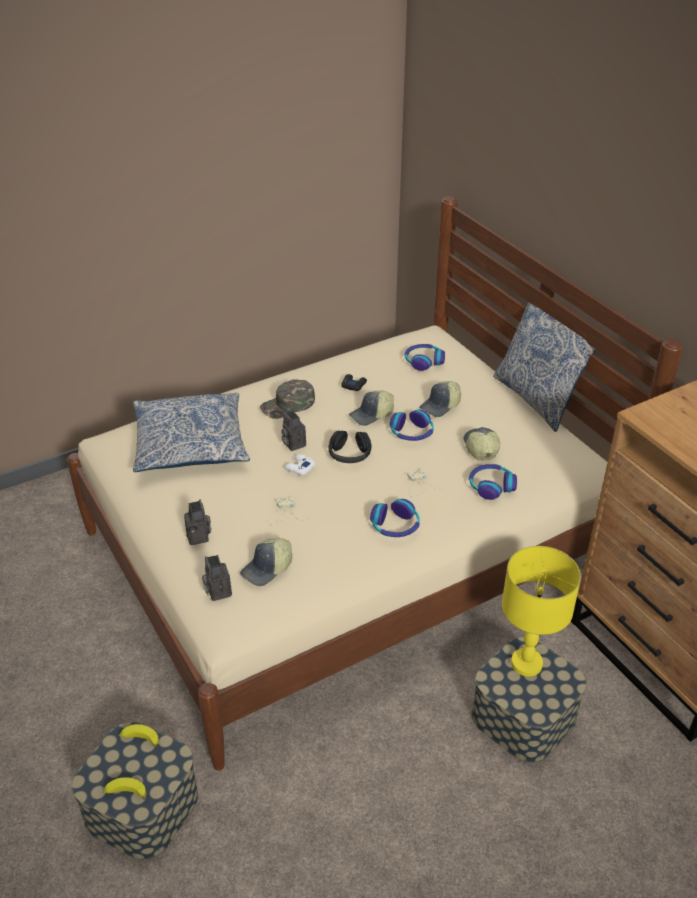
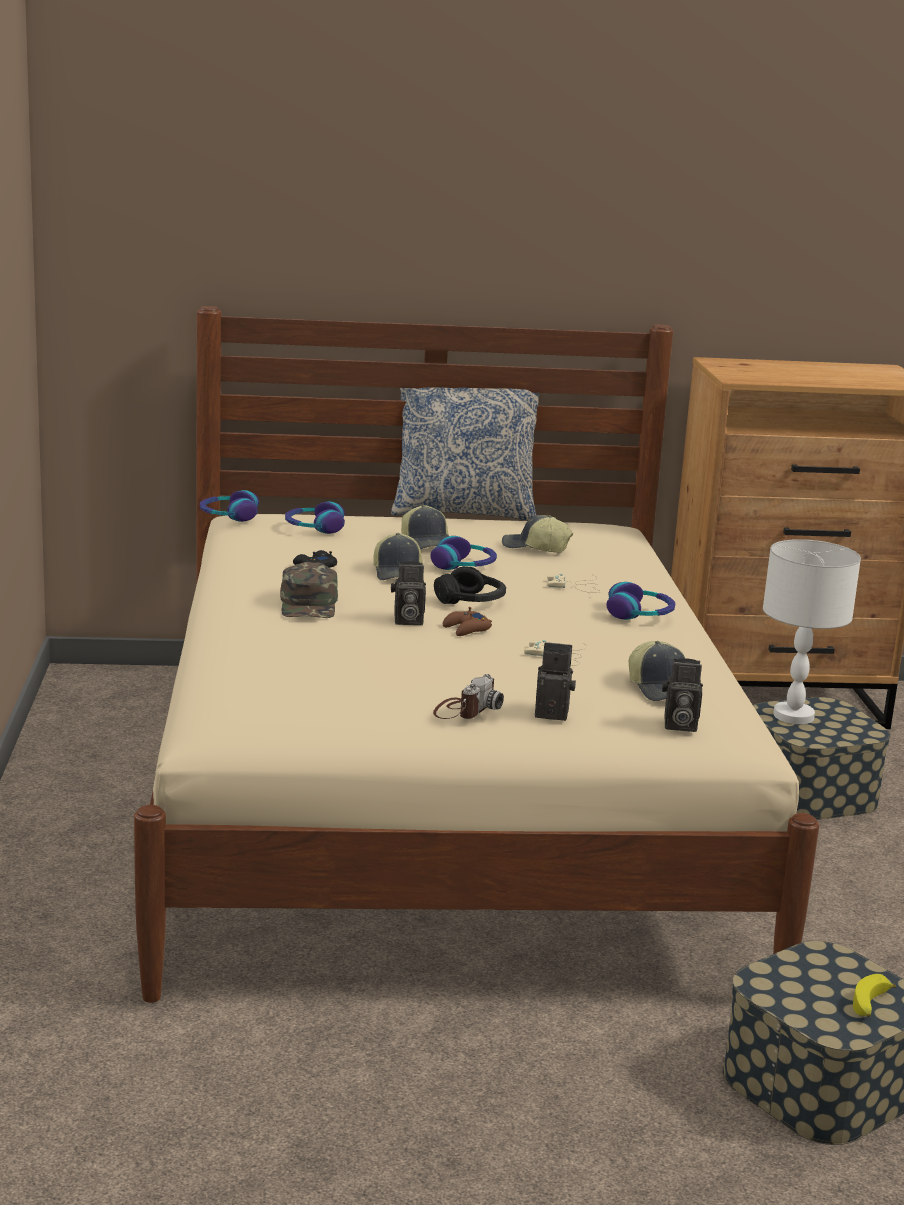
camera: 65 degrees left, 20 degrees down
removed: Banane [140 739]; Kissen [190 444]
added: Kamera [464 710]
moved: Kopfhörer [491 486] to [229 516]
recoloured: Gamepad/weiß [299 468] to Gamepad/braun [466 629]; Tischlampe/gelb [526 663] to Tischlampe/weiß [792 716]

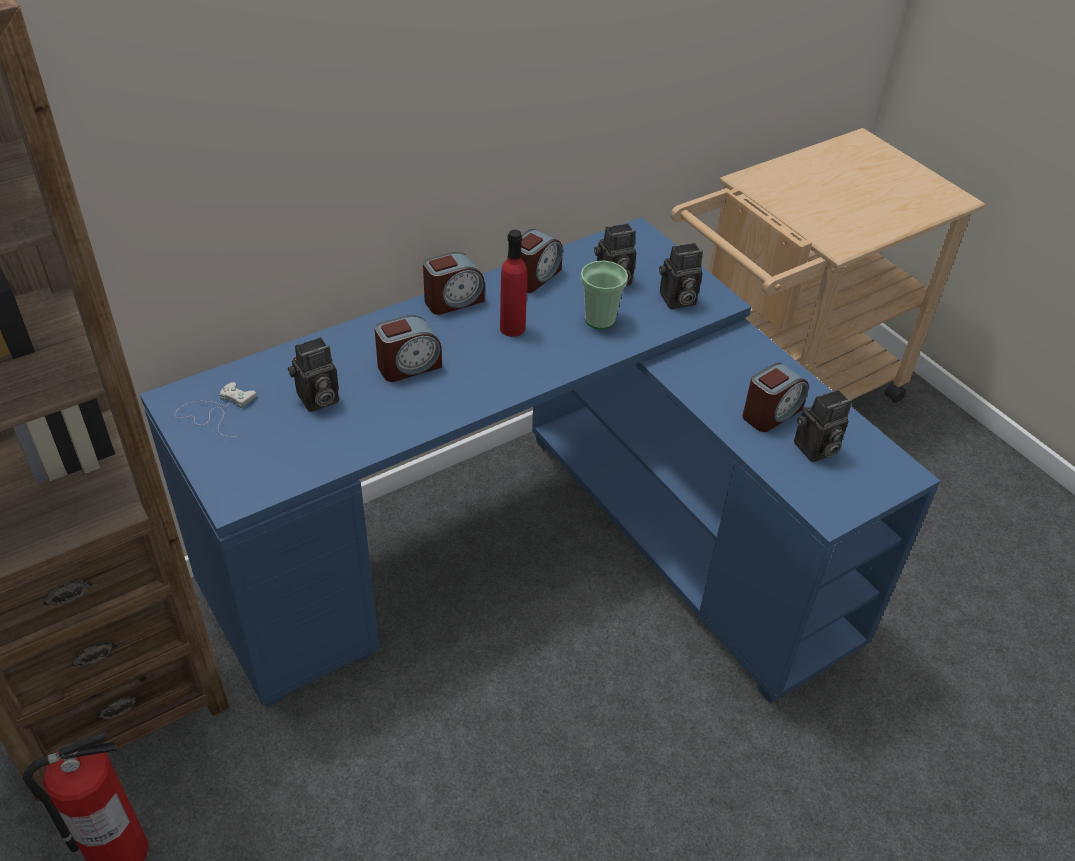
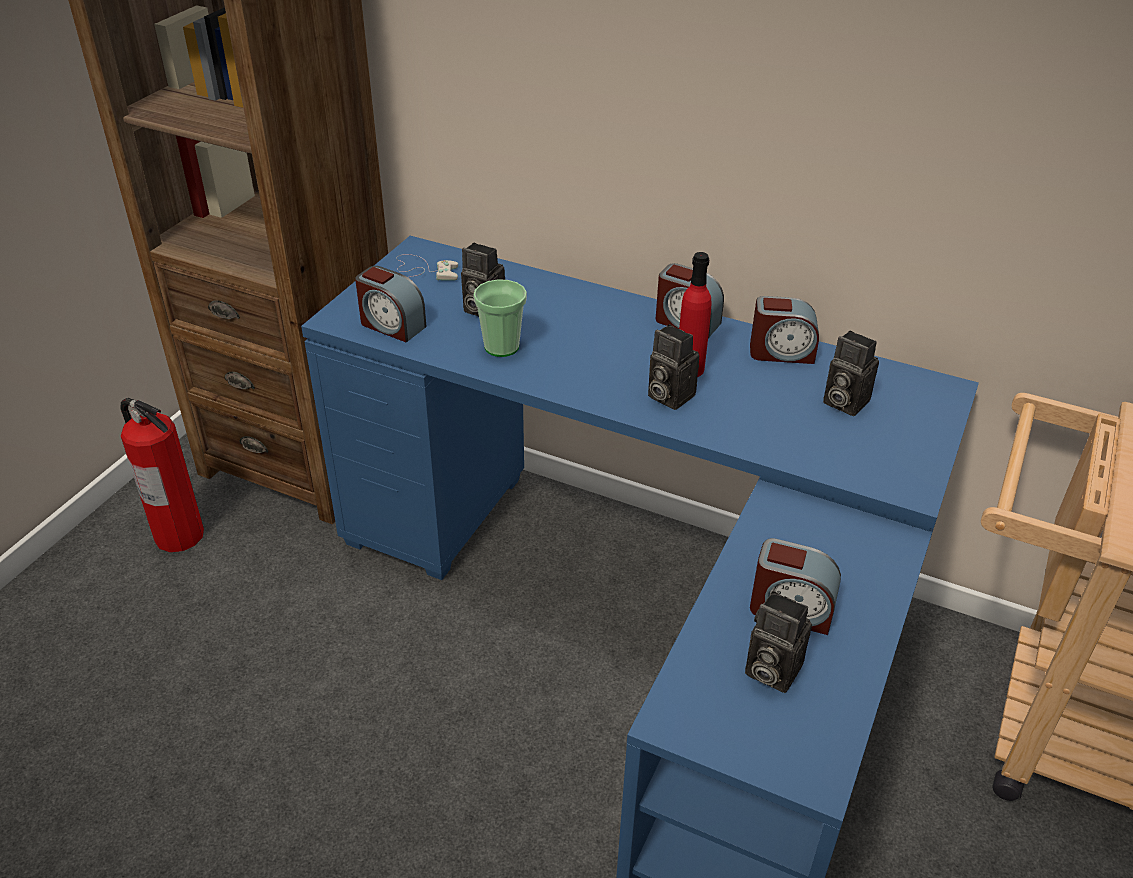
camera: 60 degrees right, 5 degrees down
moved: Wecker [409 366] to [391 325]; Tasse [600 319] to [501 347]; Kamera [676 300] to [667 395]

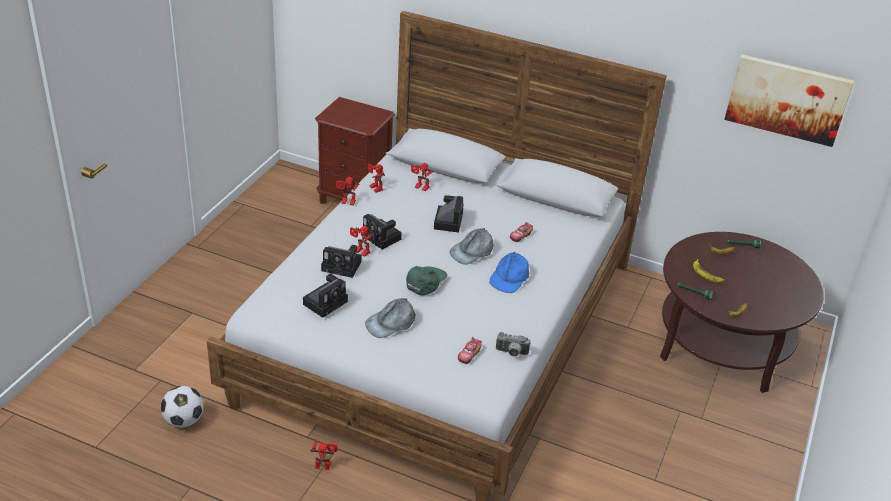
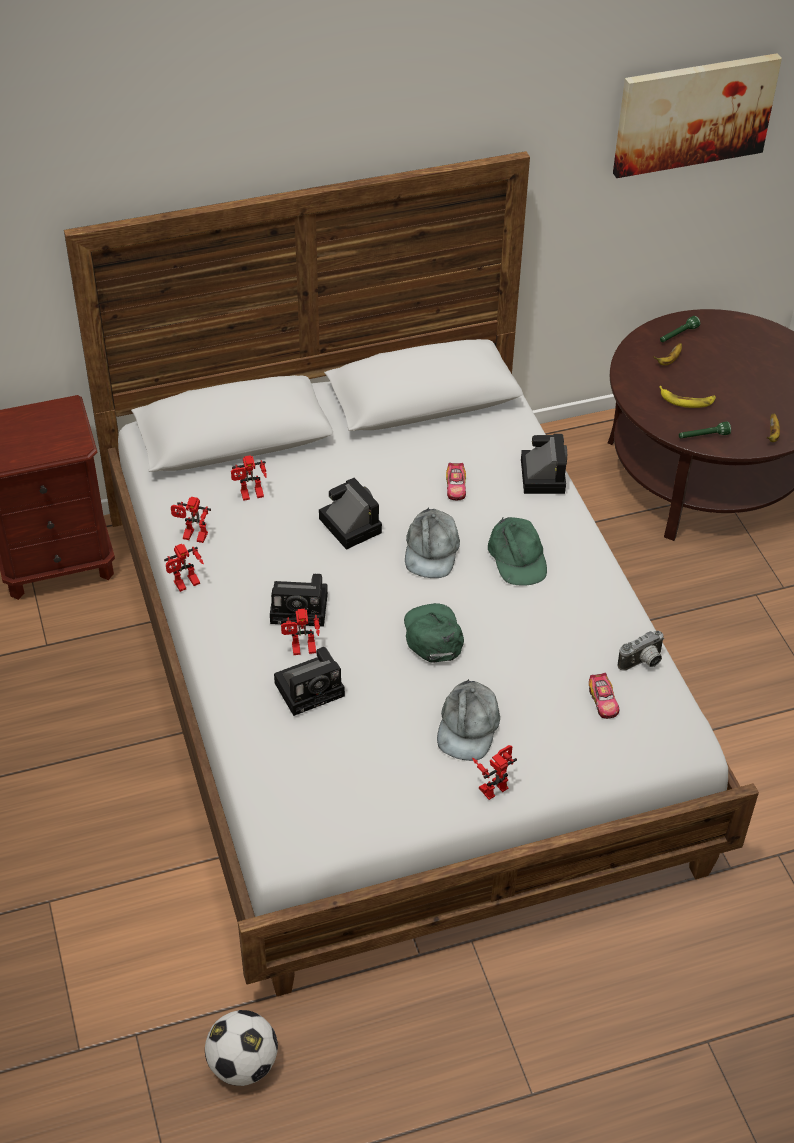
camera: 40 degrees left, 10 degrees up
moved: Kamera [326 302] to [541 474]; Spielzeugroboter [324 463] to [493 785]
recoloured: Kappe/blau [509 277] to Kappe/grün [517 558]

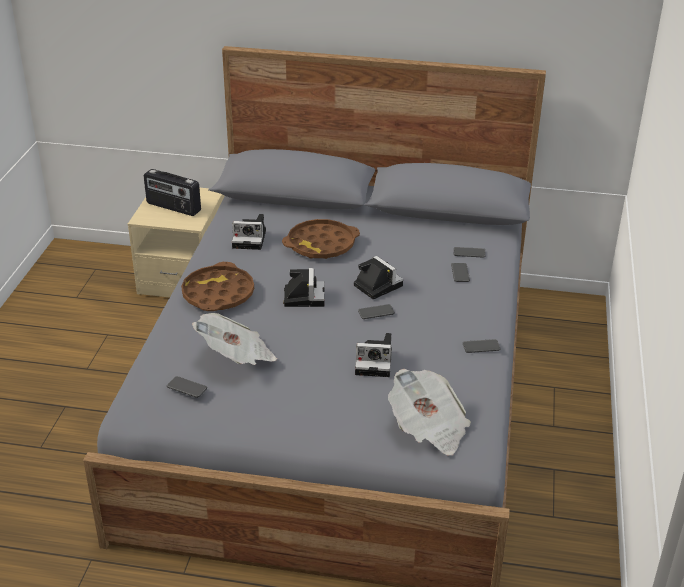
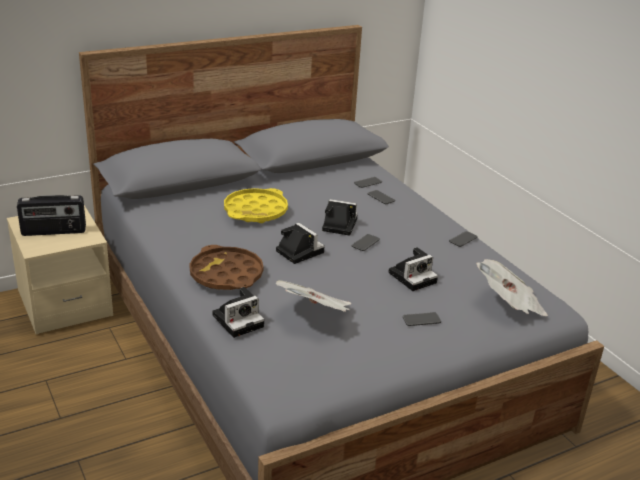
camera: 40 degrees left, 5 degrees down
moved: Handy [187 387] to [421 320]; Kamera [251 239] to [239 320]
recoloured: Tablett/braun [321 245] to Tablett/gelb [255 211]

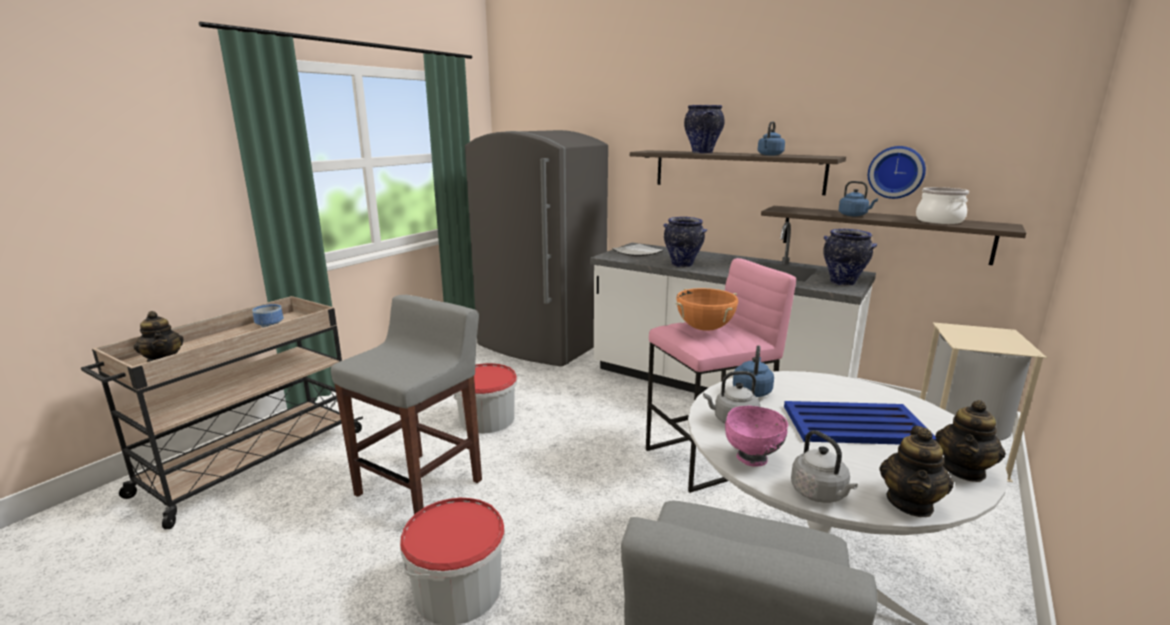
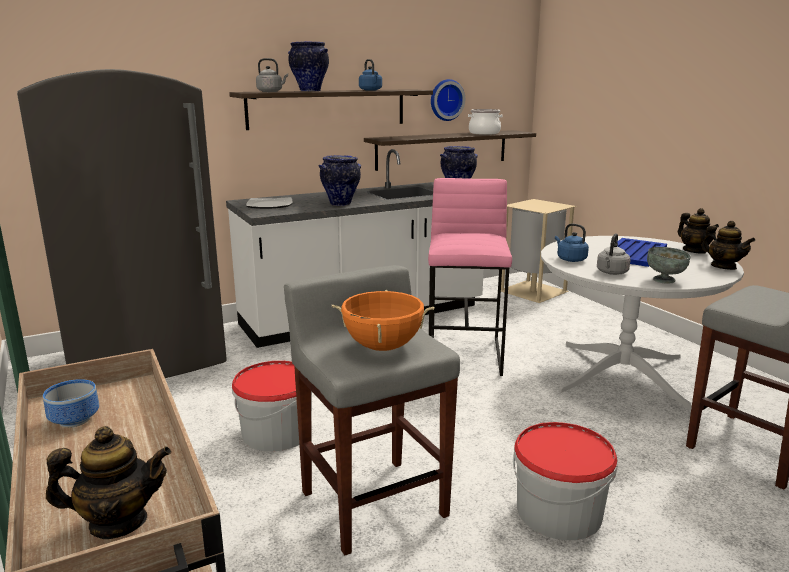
camera: 60 degrees left, 0 degrees up
removed: Wasserkessel/blau [854 215]
moved: Kochtopf/orange [704 328] to [383 347]; Wasserkessel/grau [820 494] to [271 91]
recoloured: Schüssel/rosa [752 459] to Schüssel/grau [665 280]

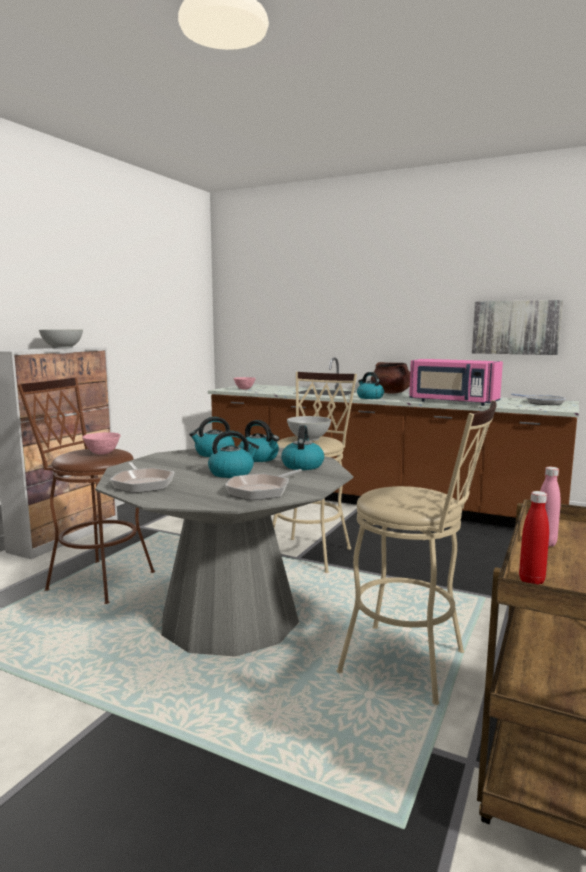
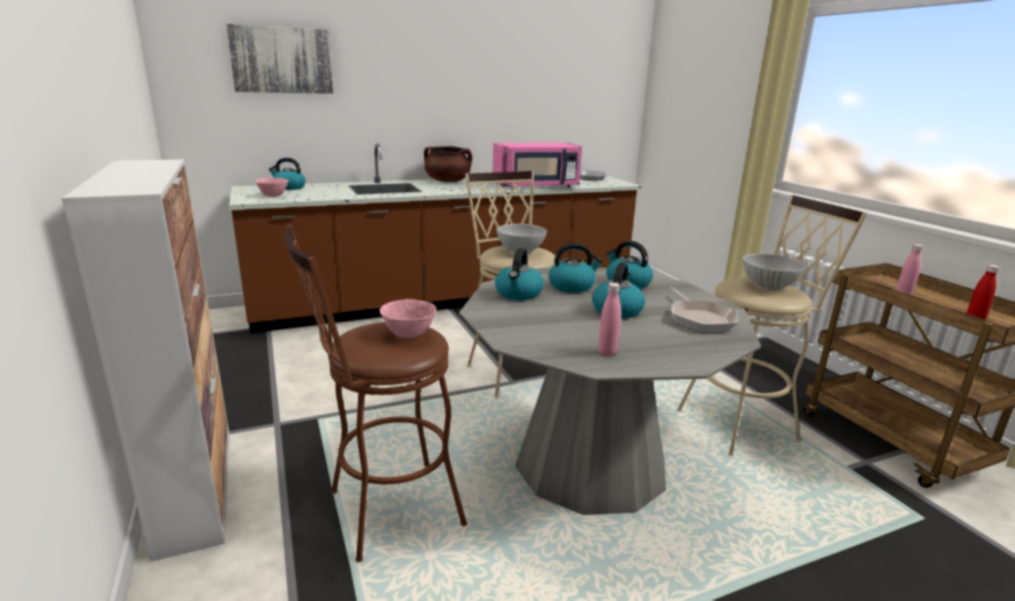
camera: 50 degrees left, 10 degrees up
moved: Schüssel/weiß [62 348] to [768 286]; Wasserkessel [369 397] to [289 187]; Bild [515 327] to [282 60]
replaced: Pfanne [142 483] to Flasche/rosa [607 353]

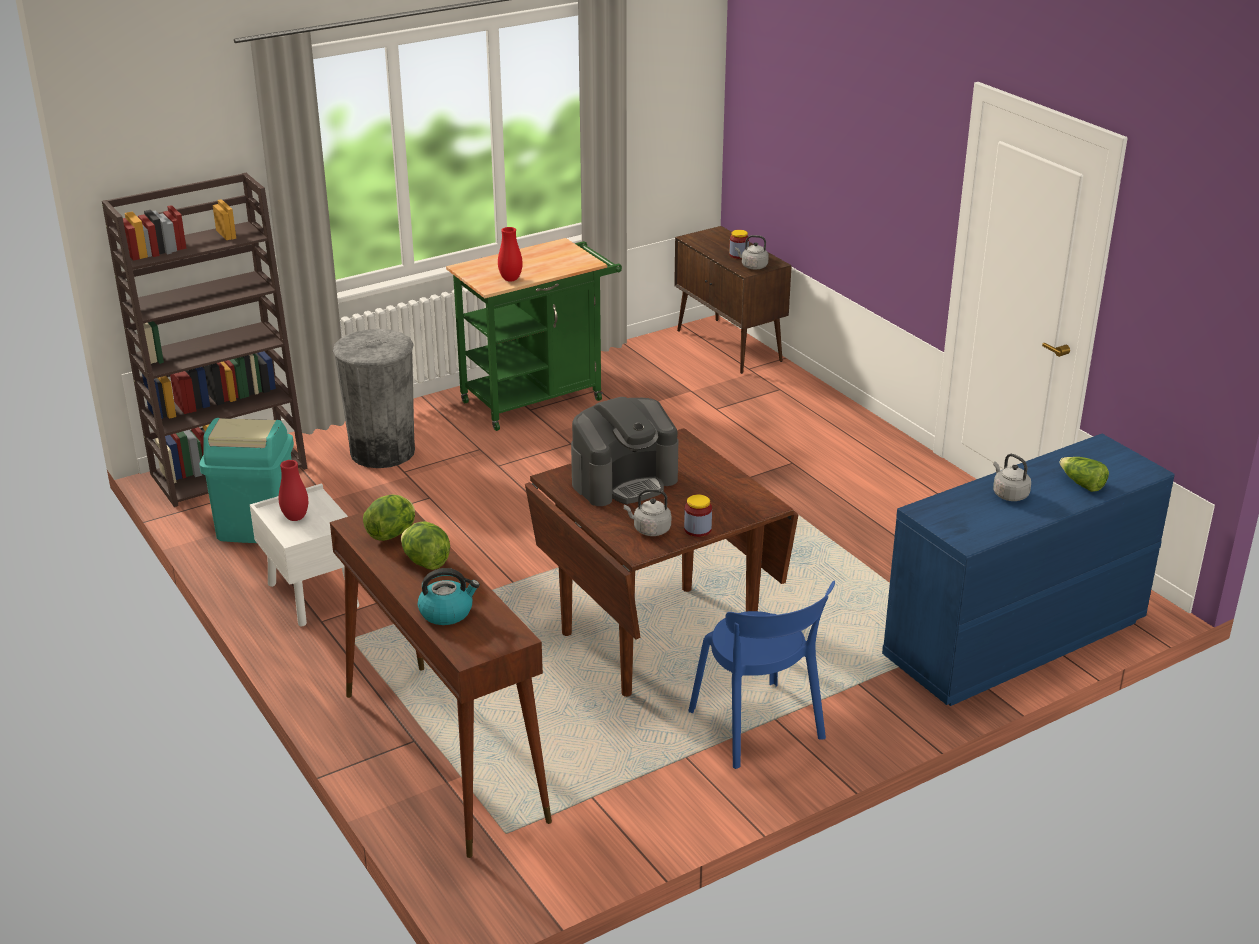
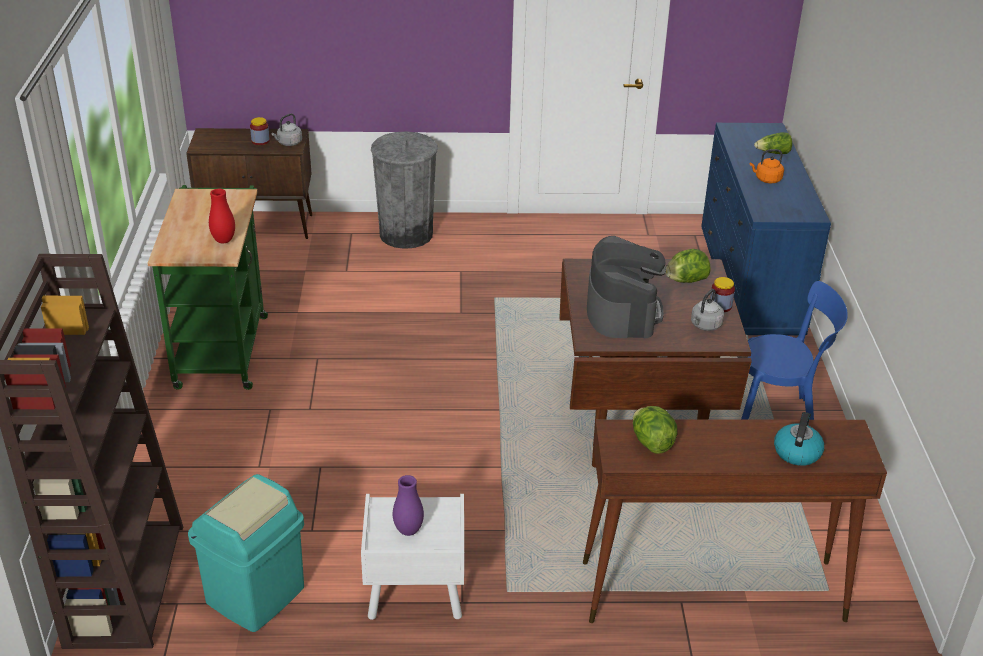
camera: 60 degrees left, 5 degrees up
moved: Mülleimer/grau [382 451] to [406 234]; Salatkopf [425 562] to [686 280]
recoloured: Vase/rot [295 518] to Vase/lila [408 530]; Wasserkessel/grau [1008 494] to Wasserkessel/orange [766 179]

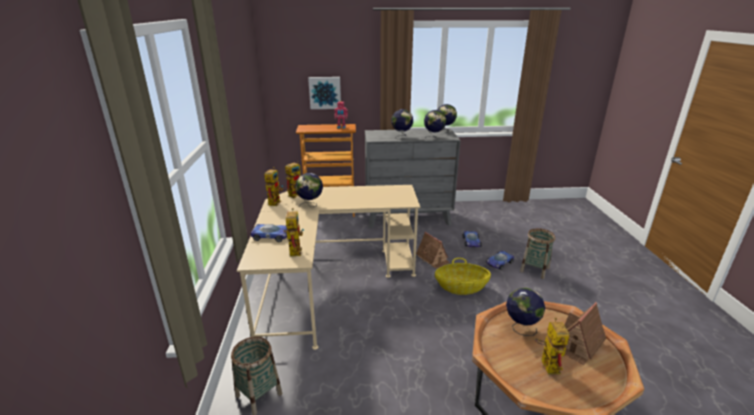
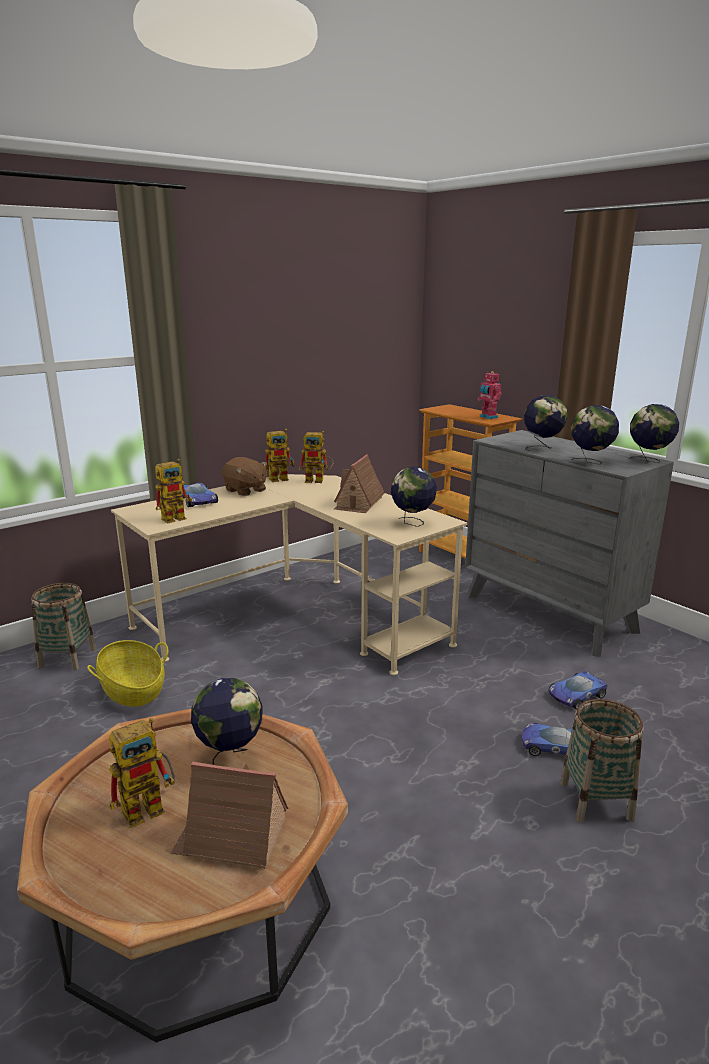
camera: 55 degrees right, 5 degrees down
removed: Bild [325 92]
added: Plüschtier/braun [245 490]
moved: Globus [310 205] to [412 523]; Spielzeughaus [433 258] to [358 503]; Korb [461 287] to [133 690]

